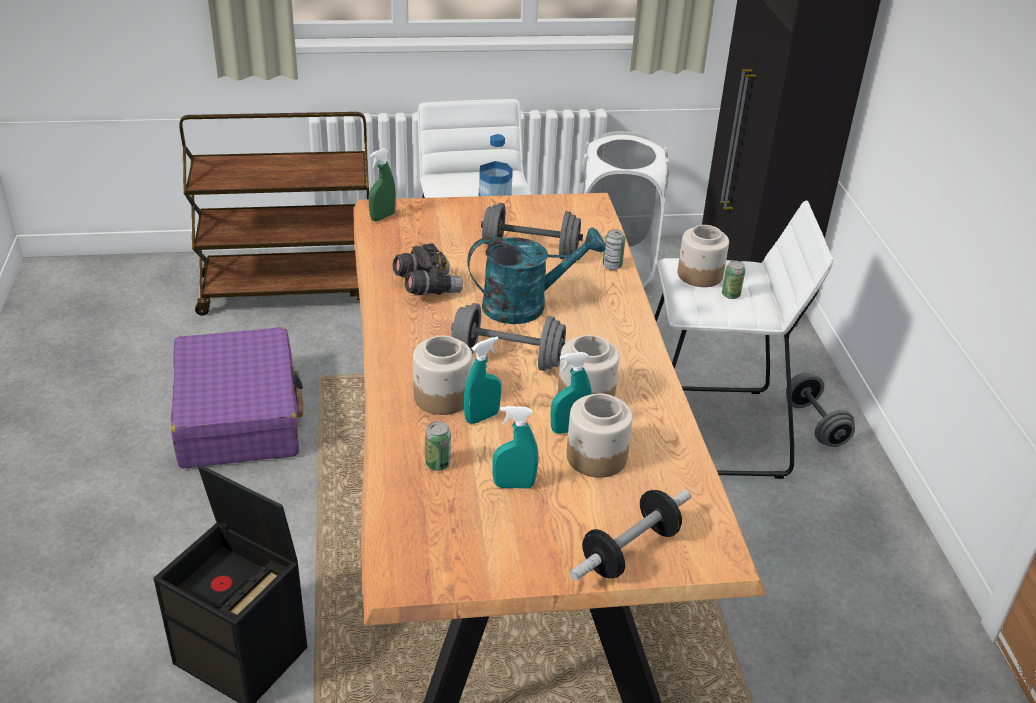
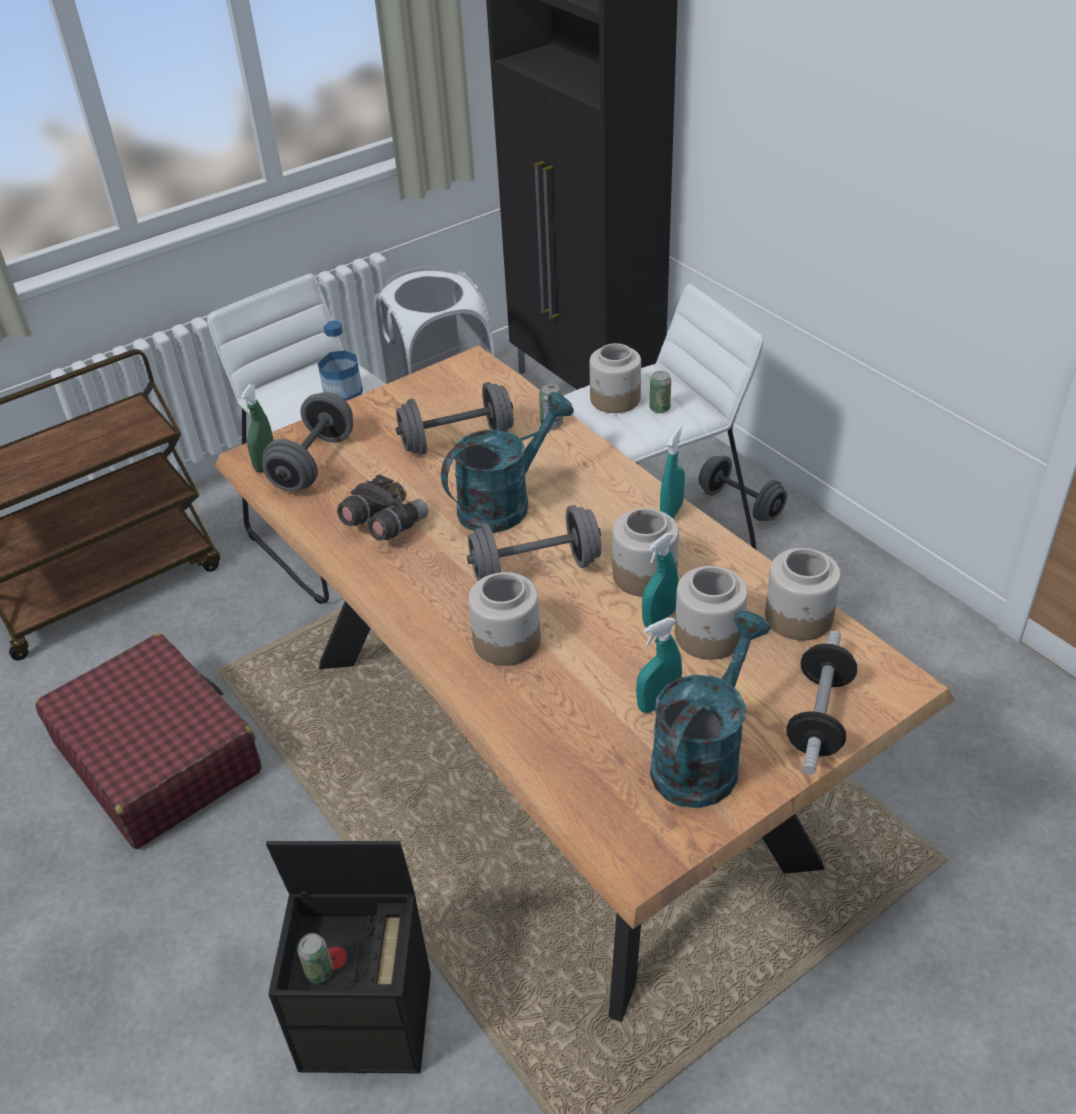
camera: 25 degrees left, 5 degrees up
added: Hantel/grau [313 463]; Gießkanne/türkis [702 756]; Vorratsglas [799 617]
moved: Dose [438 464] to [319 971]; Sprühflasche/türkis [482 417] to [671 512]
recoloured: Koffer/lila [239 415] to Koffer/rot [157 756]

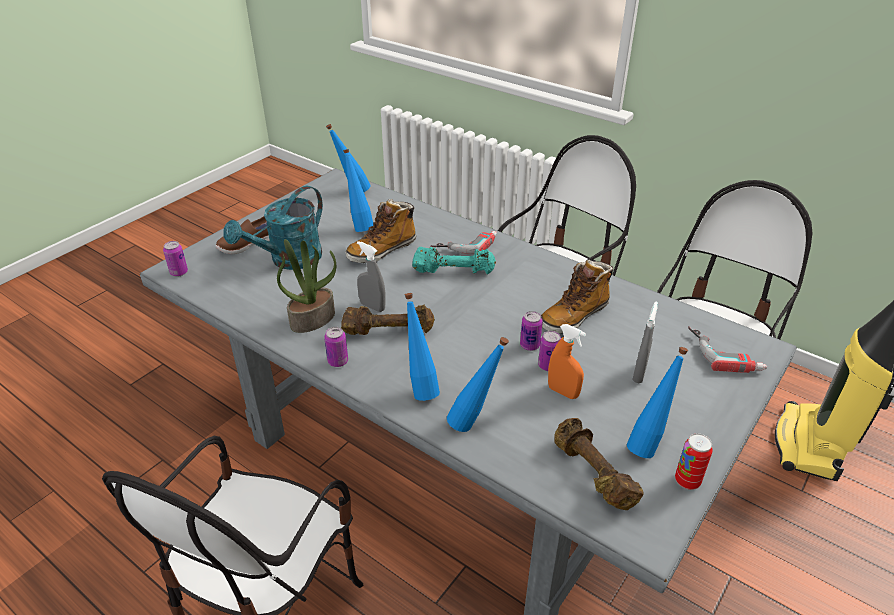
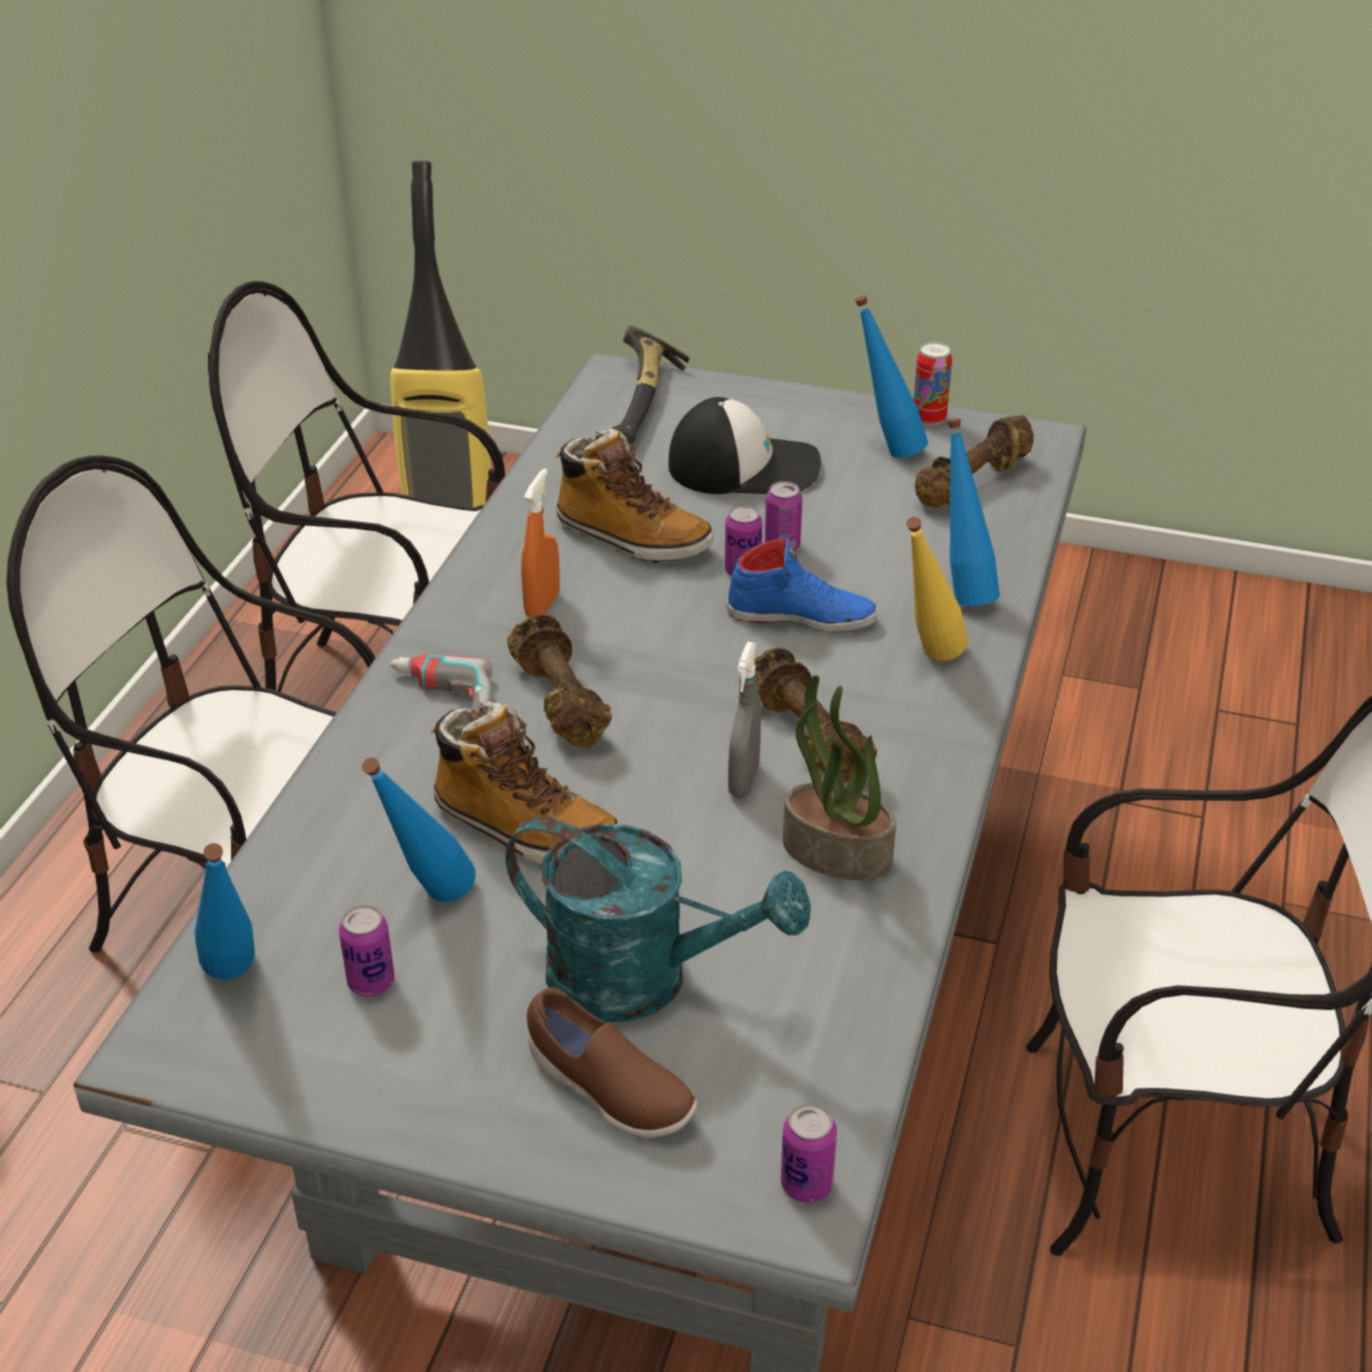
camera: 110 degrees left, 0 degrees up
added: Schuh/blau [801 615]
moved: Dose [338 361] to [371 982]; Sprühflasche/orange [563 392] to [542 606]
replaced: Sprühflasche/grau [639 374] to Kappe [745 466]; Bohrmaschine [725 352] to Hammer [646 402]
recoloured: Flasche/blau [420 388] to Flasche/gelb [927 660]; Hantel/türkis [453 271] to Hantel/braun [558 702]

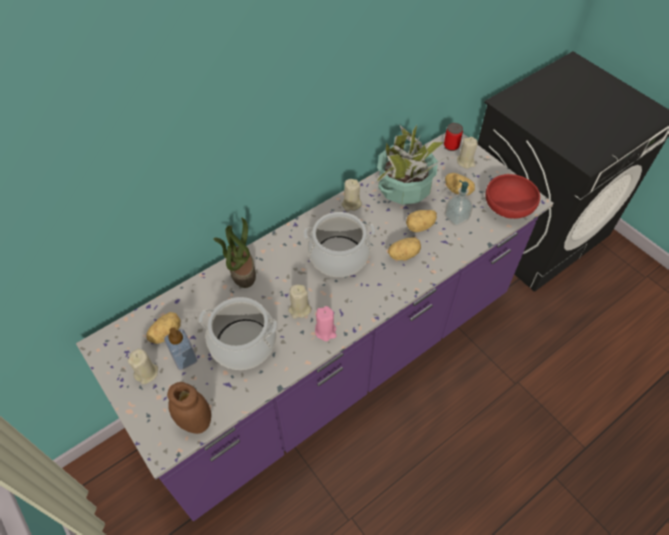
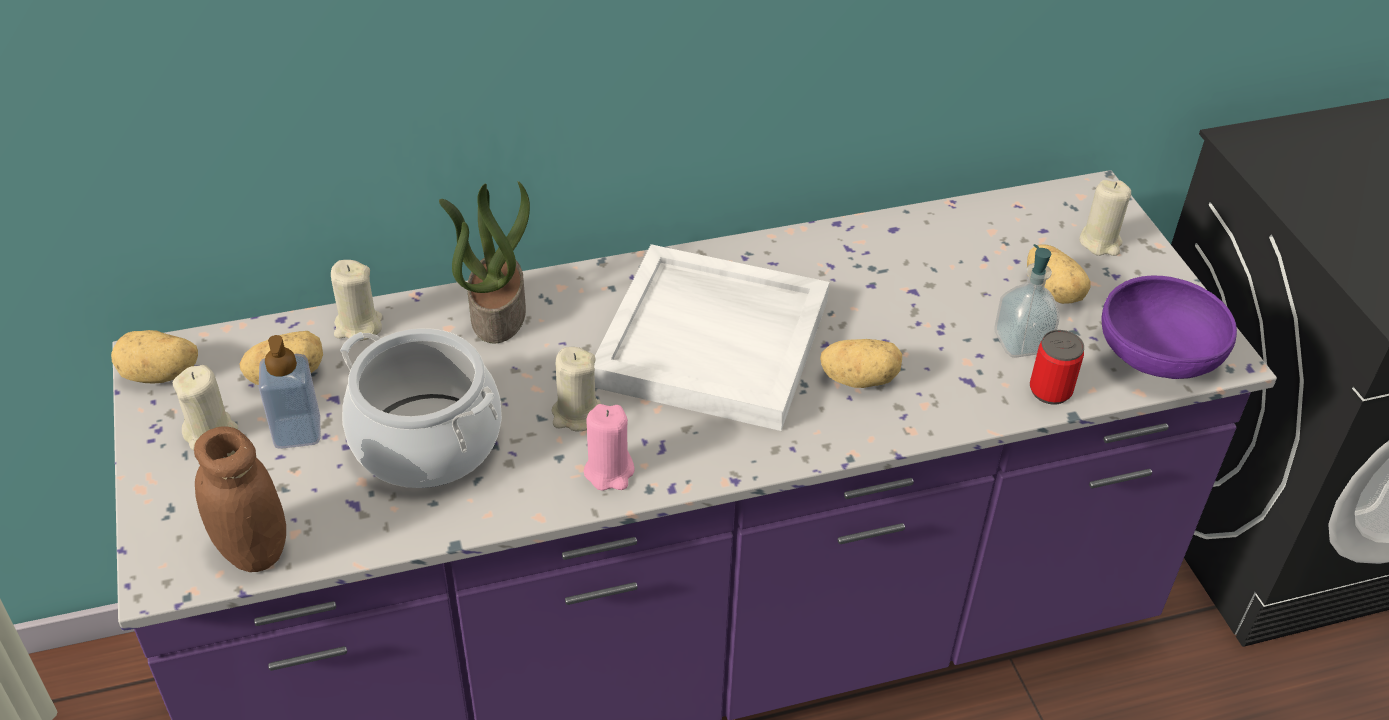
camera: 20 degrees right, 10 degrees down
removed: Topfpflanze [404 188]
moved: Kerze/beige [351 204] to [358 326]; Kartoffel [420 227] to [160 376]; Dose [451 146] to [1050 390]
replaced: Kochtopf [338 256] to Tablett/weiß [714 341]
recoloured: Schüssel/rot [508 207] to Schüssel/lila [1157 355]

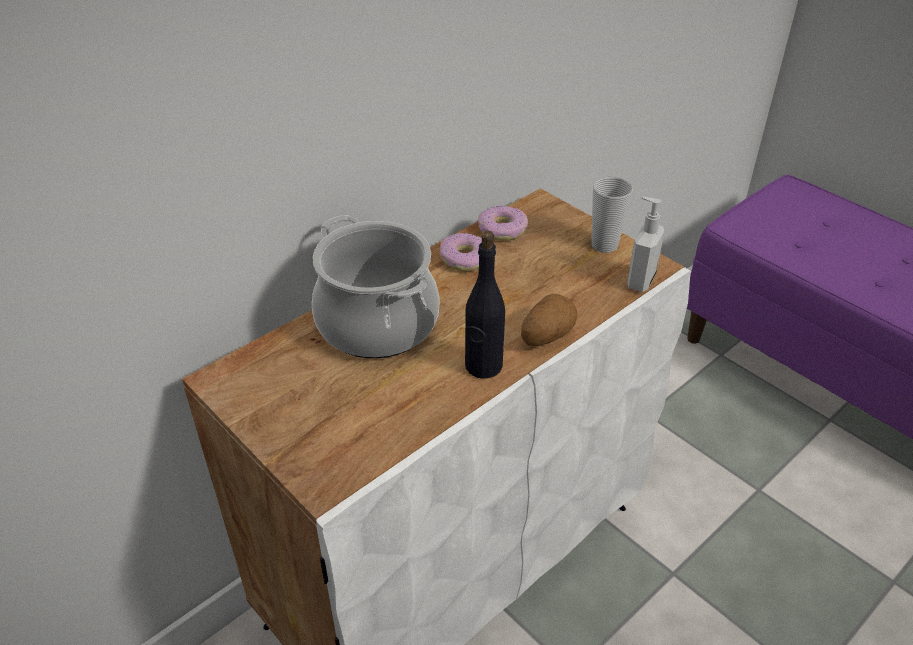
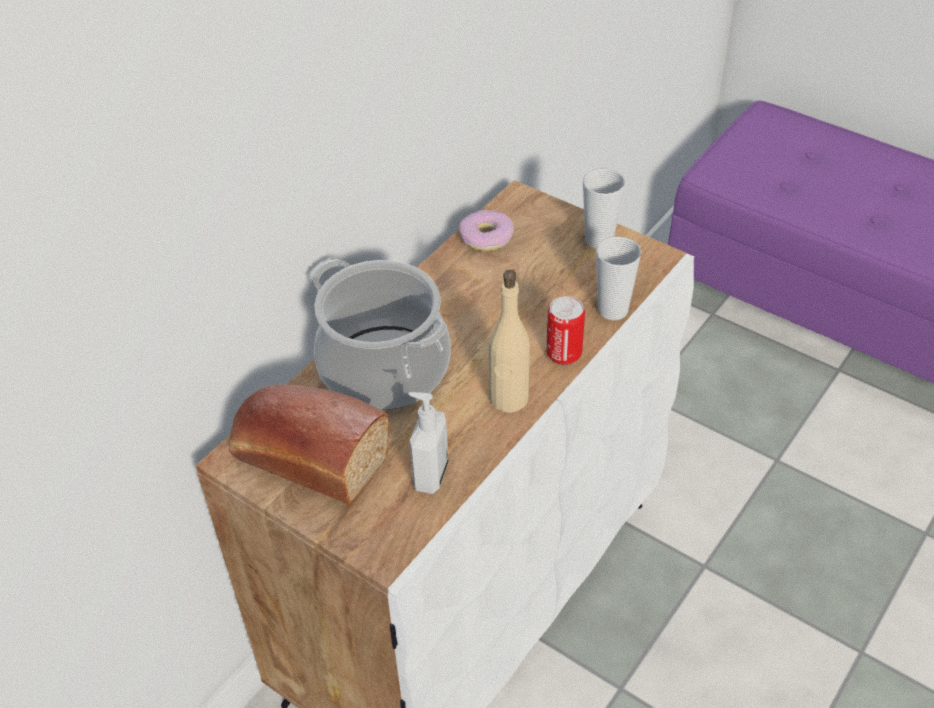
camera: 10 degrees left, 5 degrees up
removed: Donut [464 259]
added: Brot [306 457]; Tasse [613 310]
moved: Seifenspender [639 281] to [429 475]
replaced: Kartoffel [546 336] to Dose [564 354]
recoloured: Flasche/schwarz [483 366] to Flasche/beige [508 399]

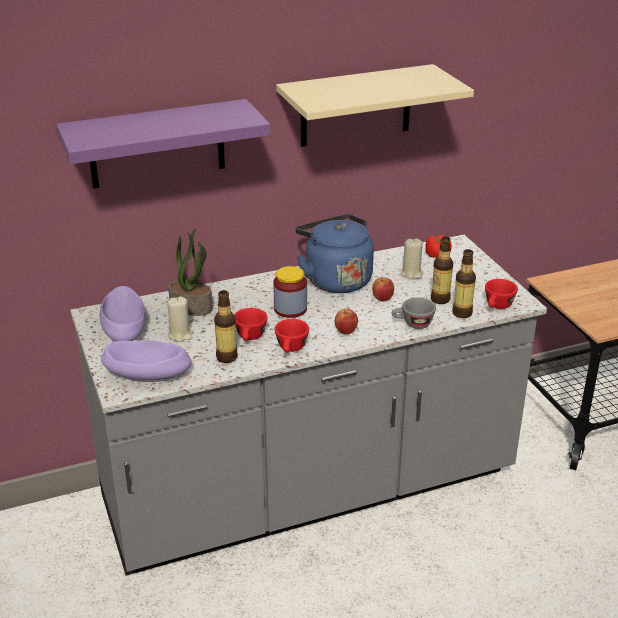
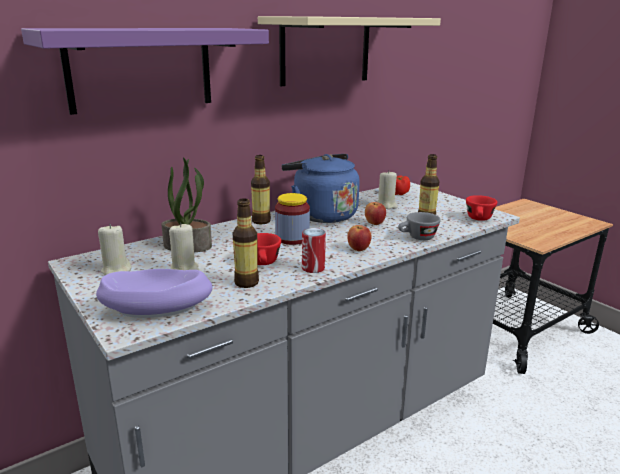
camera: 15 degrees left, 10 degrees down
moved: Flasche [462 313] to [261 221]
replaced: Schüssel/lila [124 329] to Kerze/beige [116 271]; Tasse/rot [291 349] to Dose [313 268]

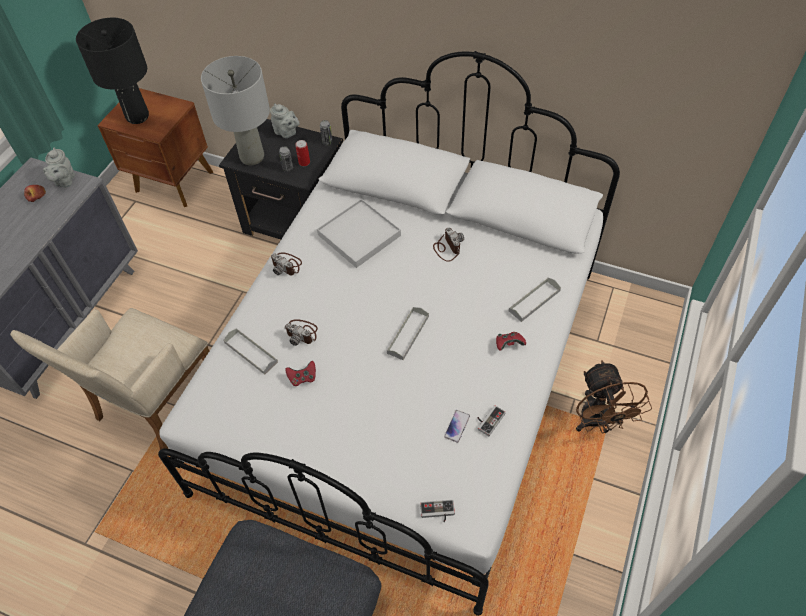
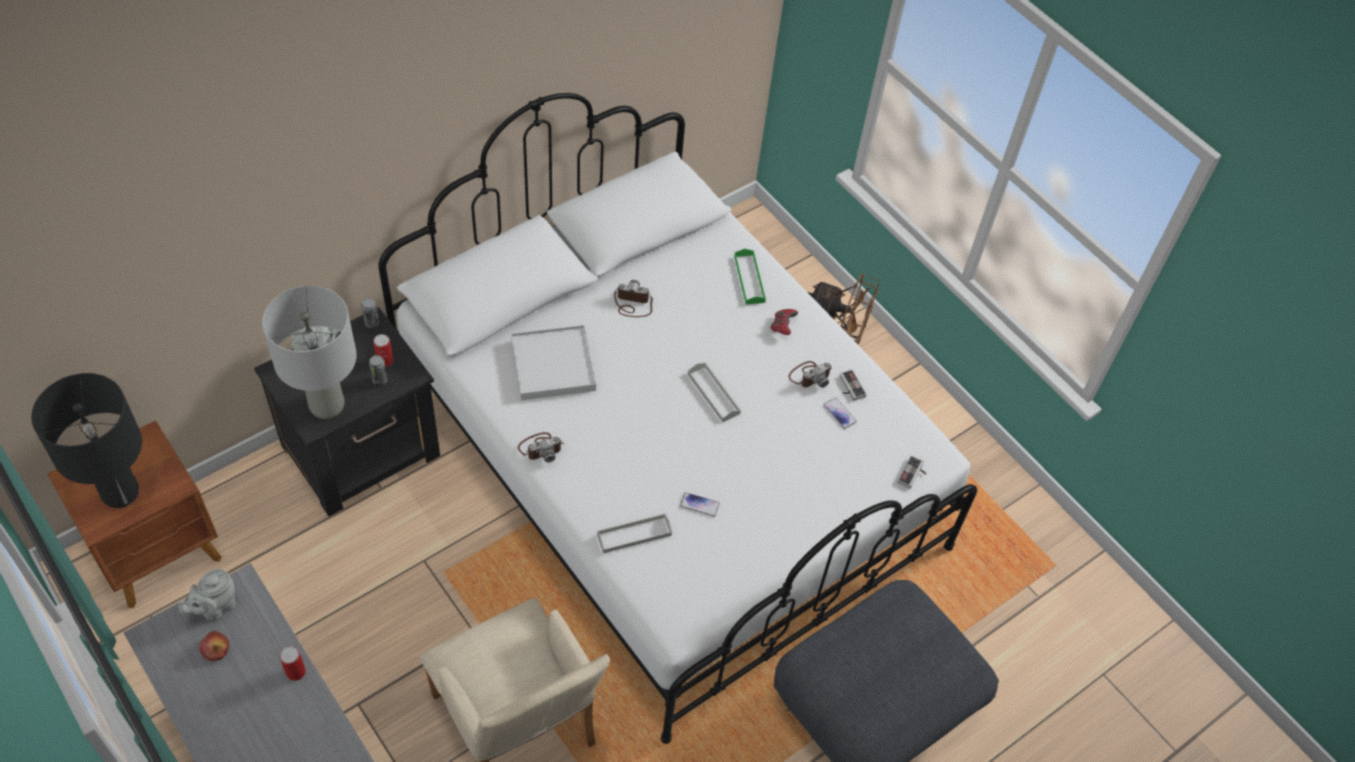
camera: 65 degrees left, 0 degrees up
added: Dose [296 672]
moved: Kamera [302 333] to [809 376]
replaced: Gamepad/rot [302 378] to Handy [699 505]
recoloured: Tablett/grau [534 301] to Tablett/grün [749 279]
turned: Teekanne/grau [64 181] = [215 607] 105 degrees clockwise

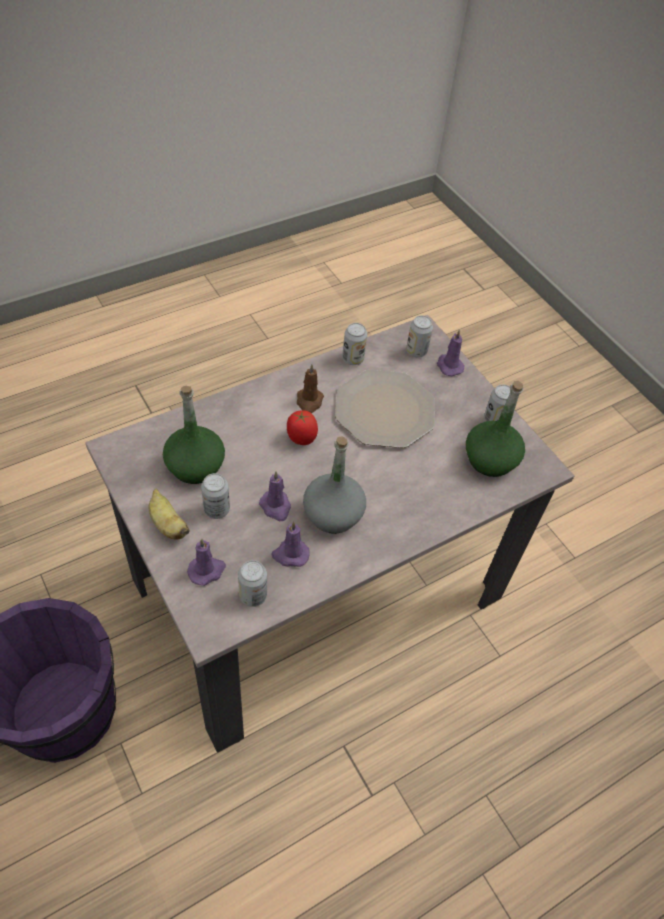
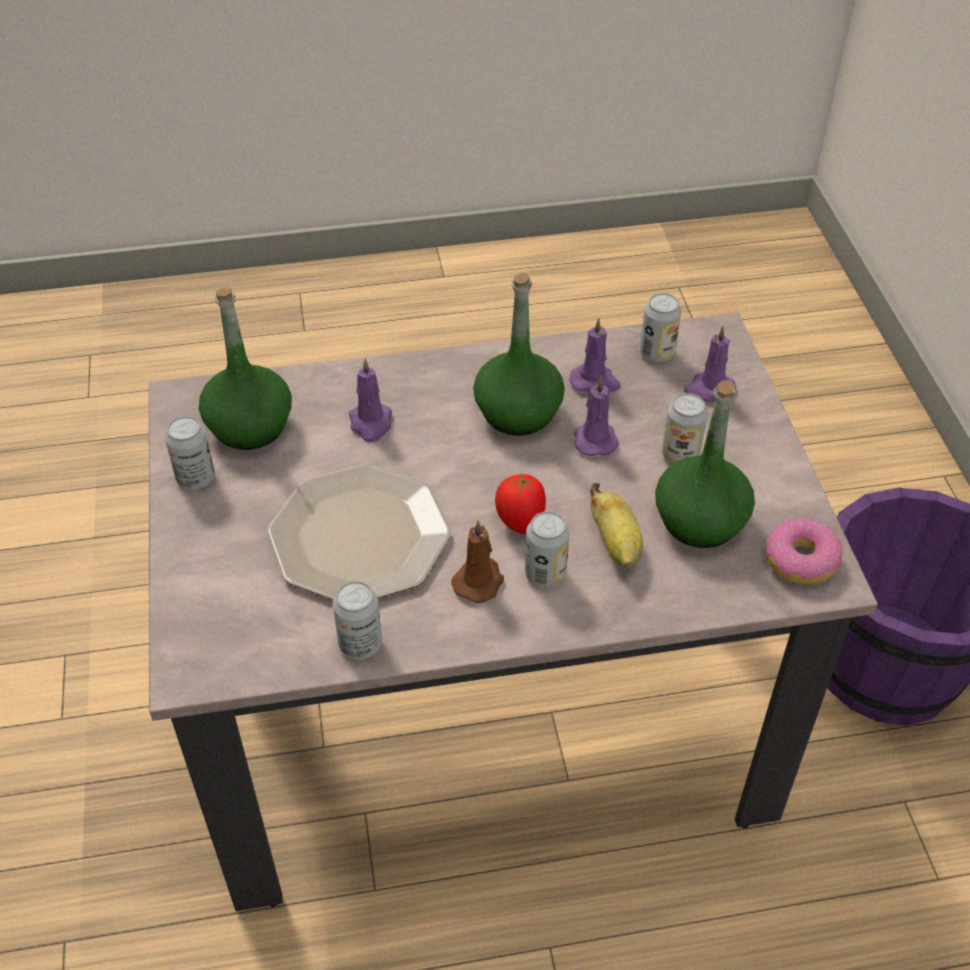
camera: 155 degrees left, 5 degrees down
added: Donut [800 560]
moved: Banane [167 524] to [616 544]; Dose [416 351] to [545 574]; Kerze/lila [449 366] to [371 424]
recoloured: Flasche/grau [333 514] to Flasche/grün [517 413]

